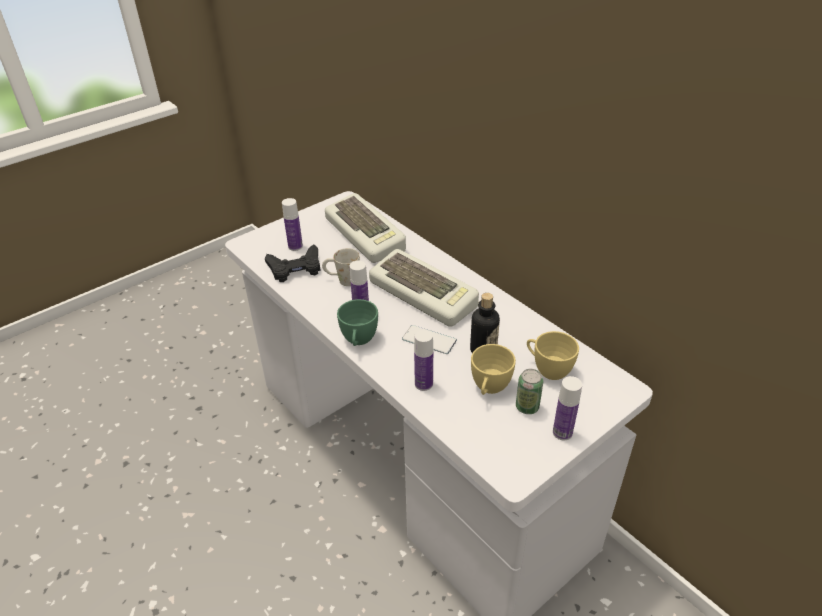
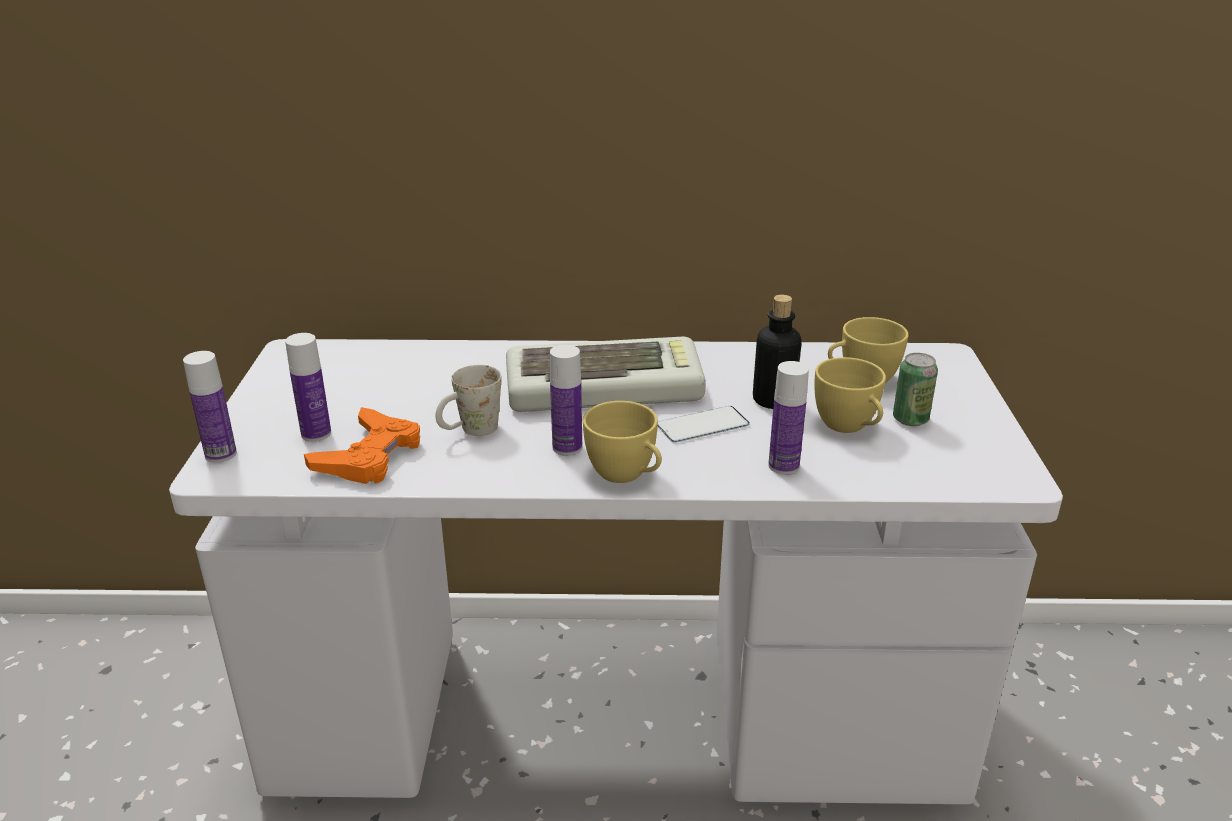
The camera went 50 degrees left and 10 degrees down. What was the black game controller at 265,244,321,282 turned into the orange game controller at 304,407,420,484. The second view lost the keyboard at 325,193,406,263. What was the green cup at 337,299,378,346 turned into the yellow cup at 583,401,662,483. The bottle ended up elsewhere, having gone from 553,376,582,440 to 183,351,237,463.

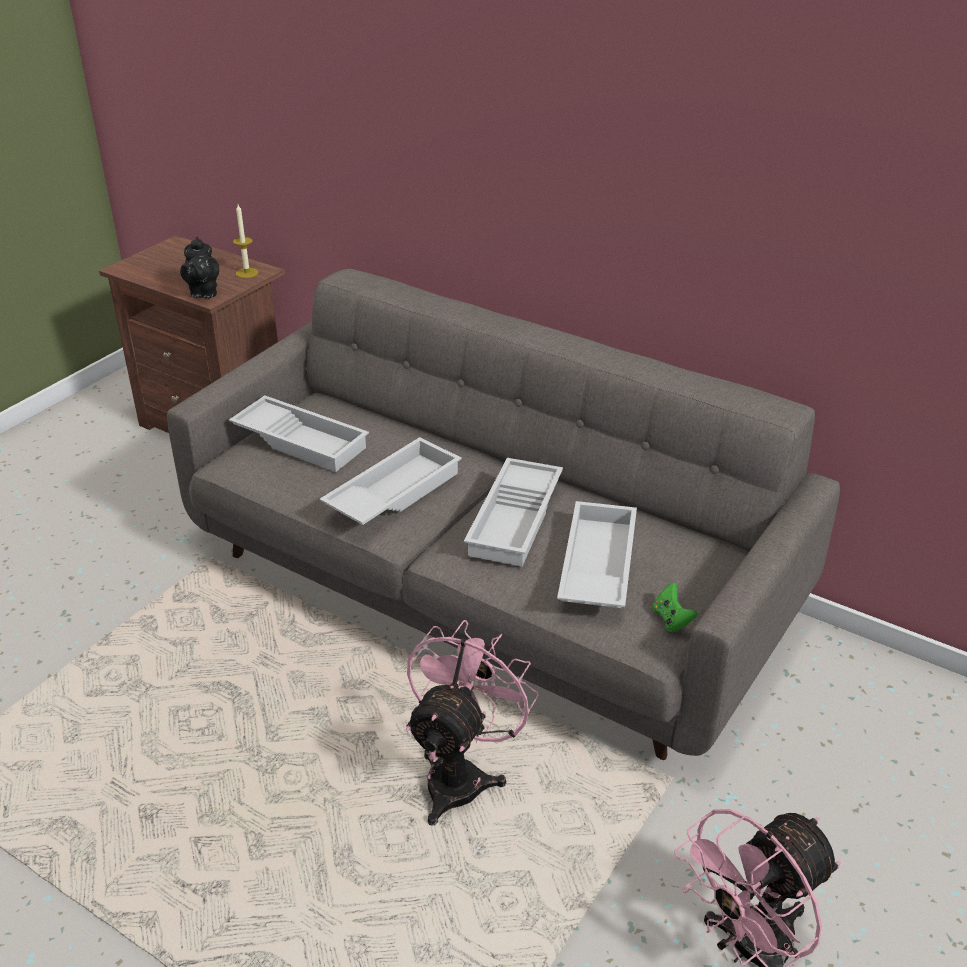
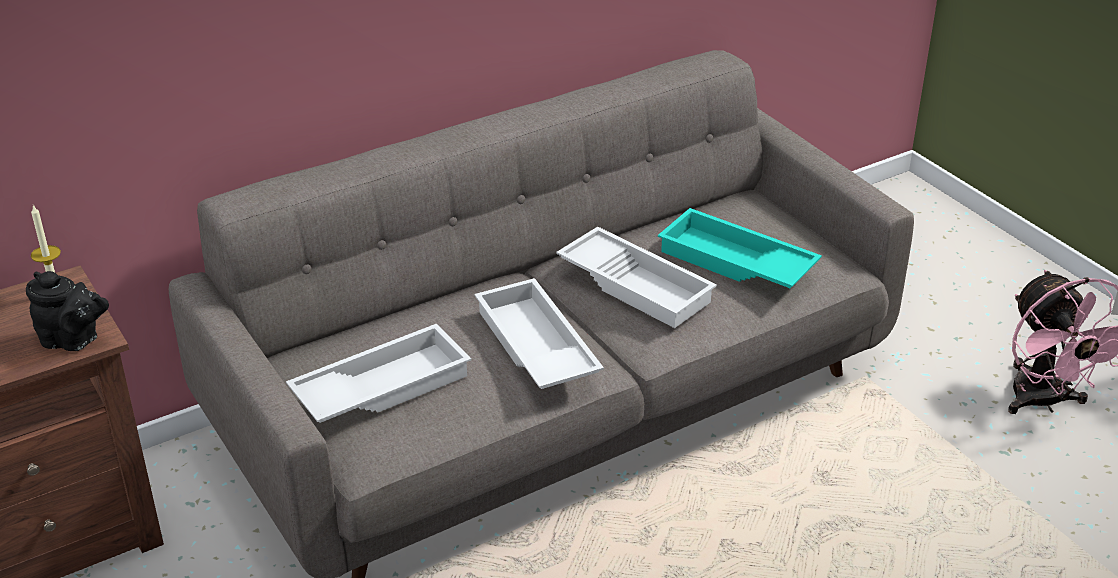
The camera went 65 degrees left and 0 degrees up. The second view lost the pink fan at 406,620,539,825. What was the white tray at 557,501,637,608 turned into the turquoise tray at 658,208,822,288. The second view lost the green game controller at 653,583,697,632.

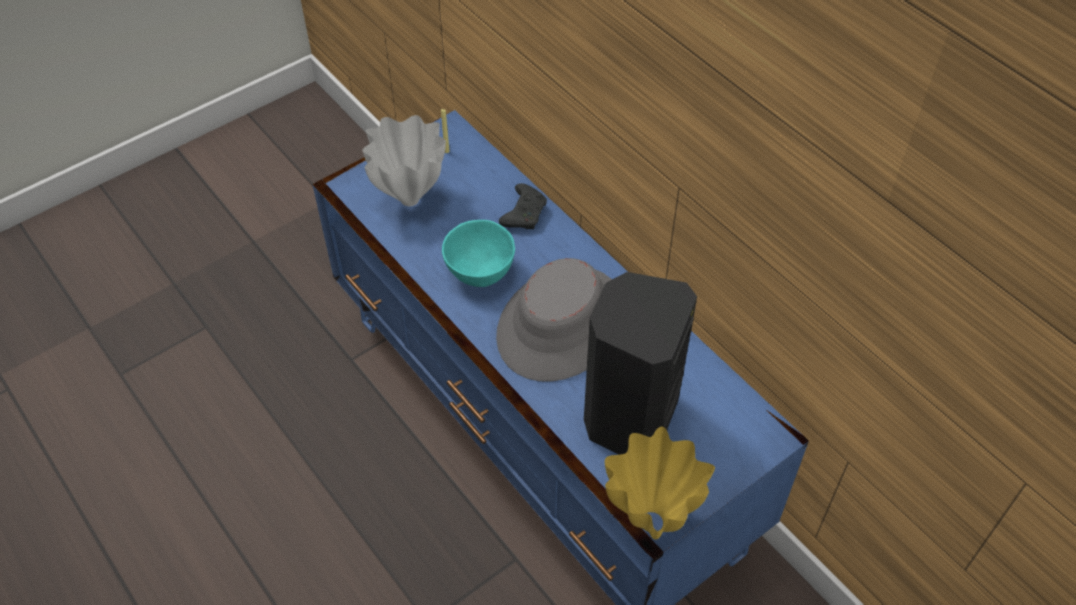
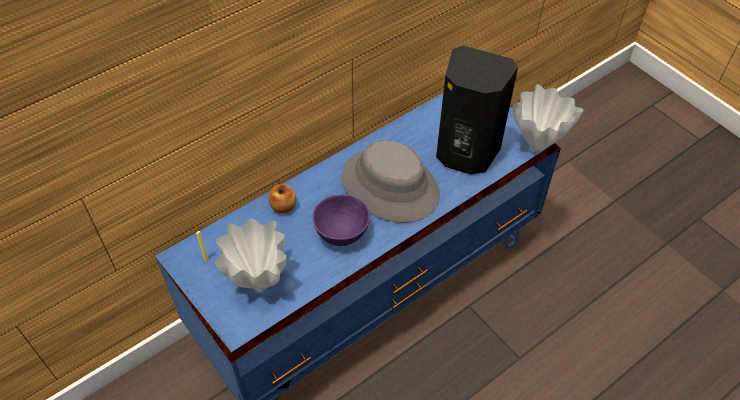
The camera went 90 degrees left and 0 degrees up. What was the turquoise bowl at 442,220,515,287 turned into the purple bowl at 312,195,370,246. Where the black game controller stood at 499,183,547,229, the apple came to stand at 269,184,296,214. What was the yellow vase at 605,426,715,540 turned into the white vase at 513,84,584,152.

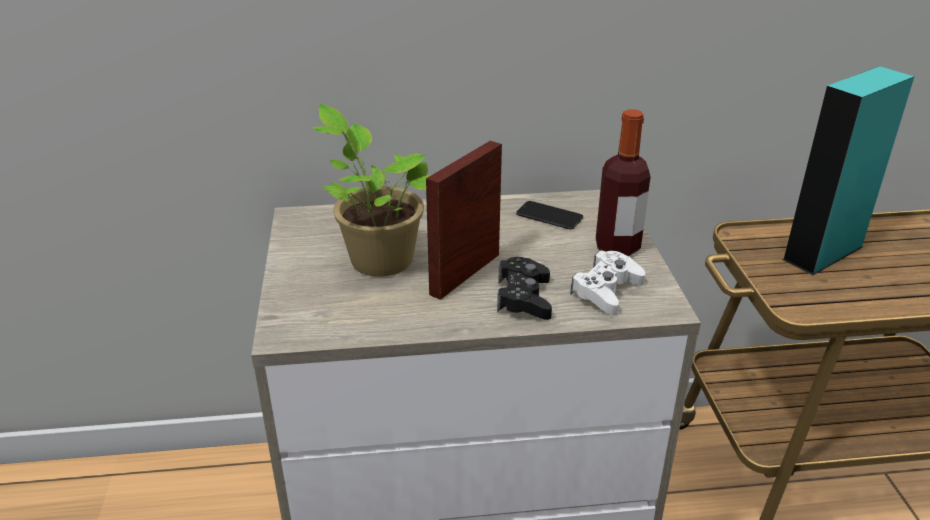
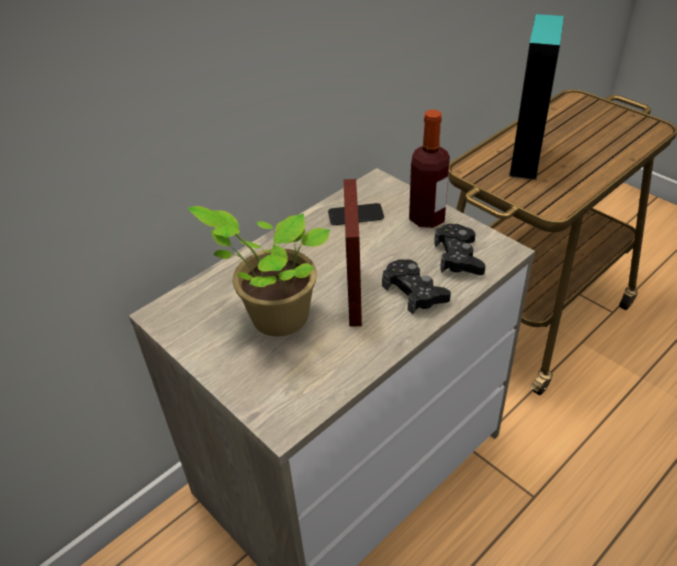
The camera went 35 degrees left and 10 degrees up. What was the white game controller at 570,250,645,316 turned into the black game controller at 434,224,485,275.

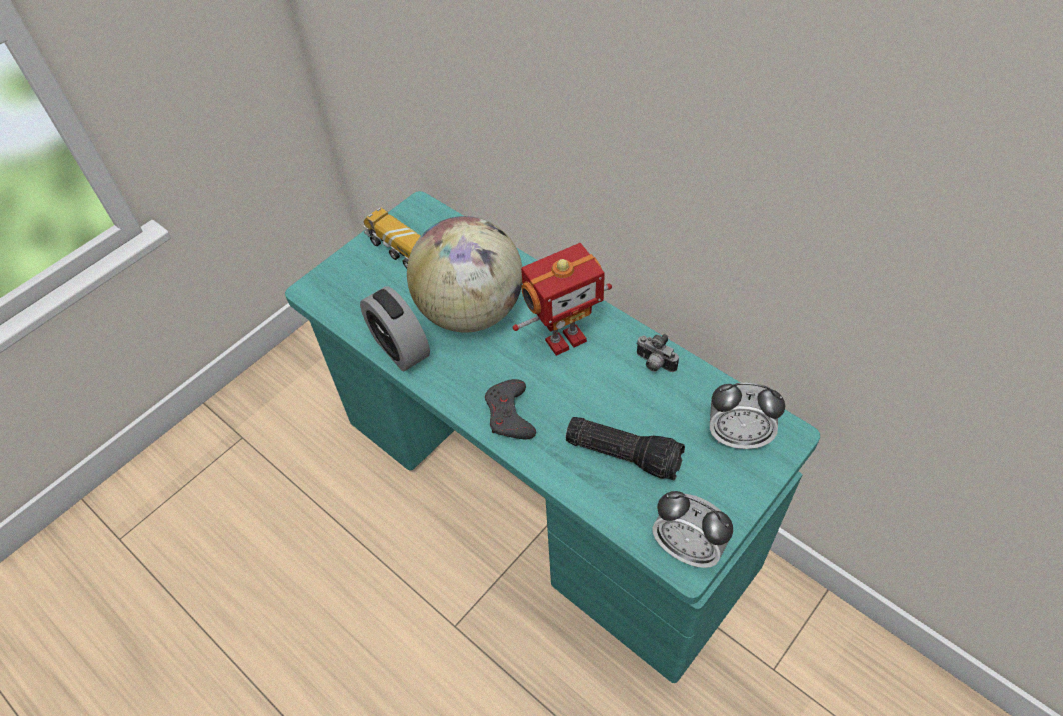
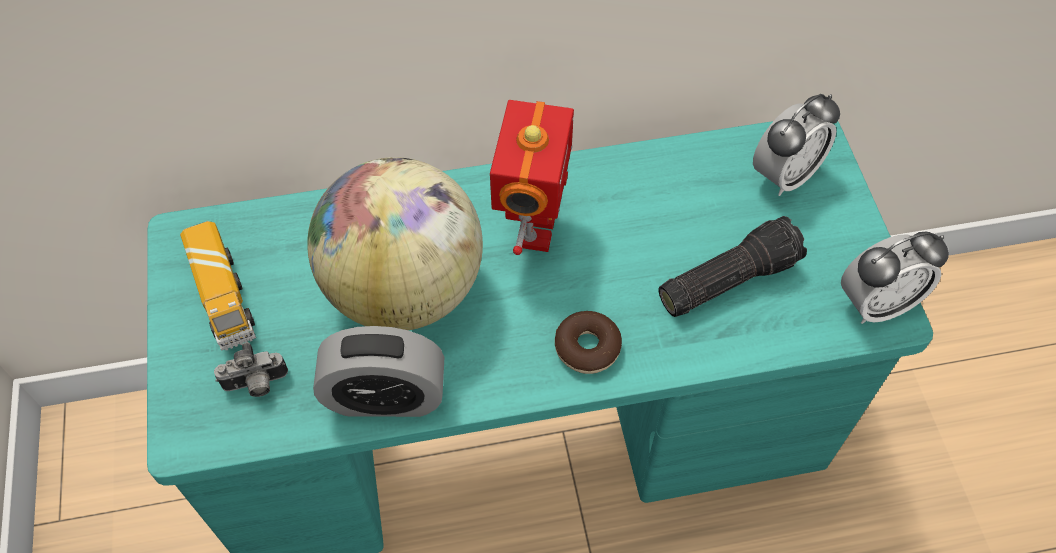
The camera went 55 degrees left and 5 degrees up. The toy truck at 363,207,421,268 ended up facing another way, 105 degrees counterclockwise from before. Where the grey game controller stood at 485,379,536,439, the donut came to stand at 555,311,622,374. The photo camera ended up elsewhere, having gone from 636,334,679,372 to 214,342,288,397.

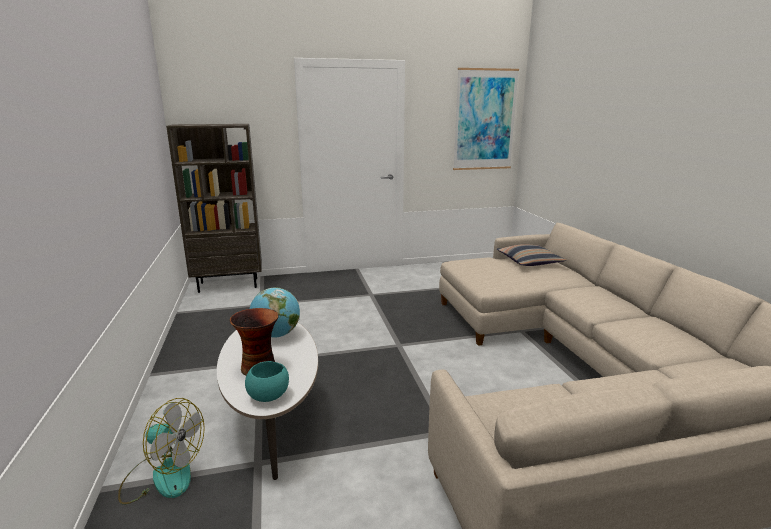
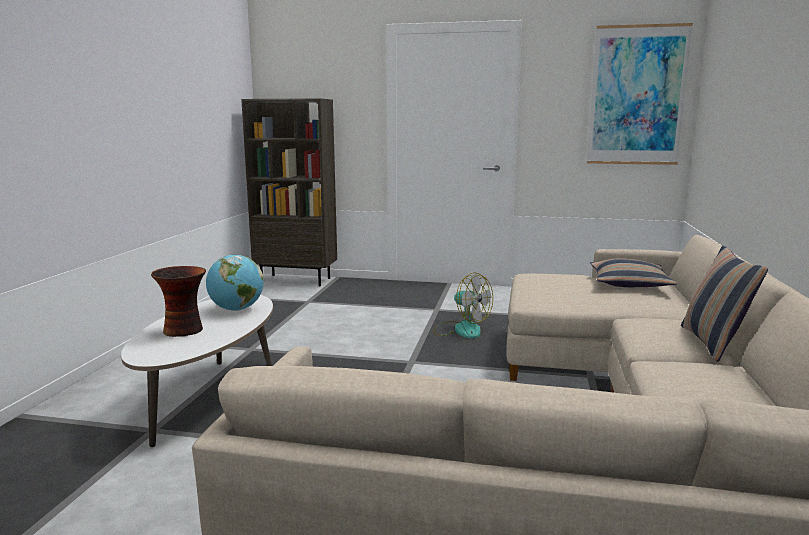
The camera went 25 degrees right and 5 degrees down. The fan ended up elsewhere, having gone from 118,398,205,504 to 433,272,493,339. The second view lost the turquoise bowl at 245,361,289,402. The second view gained the pillow at 681,246,768,362.

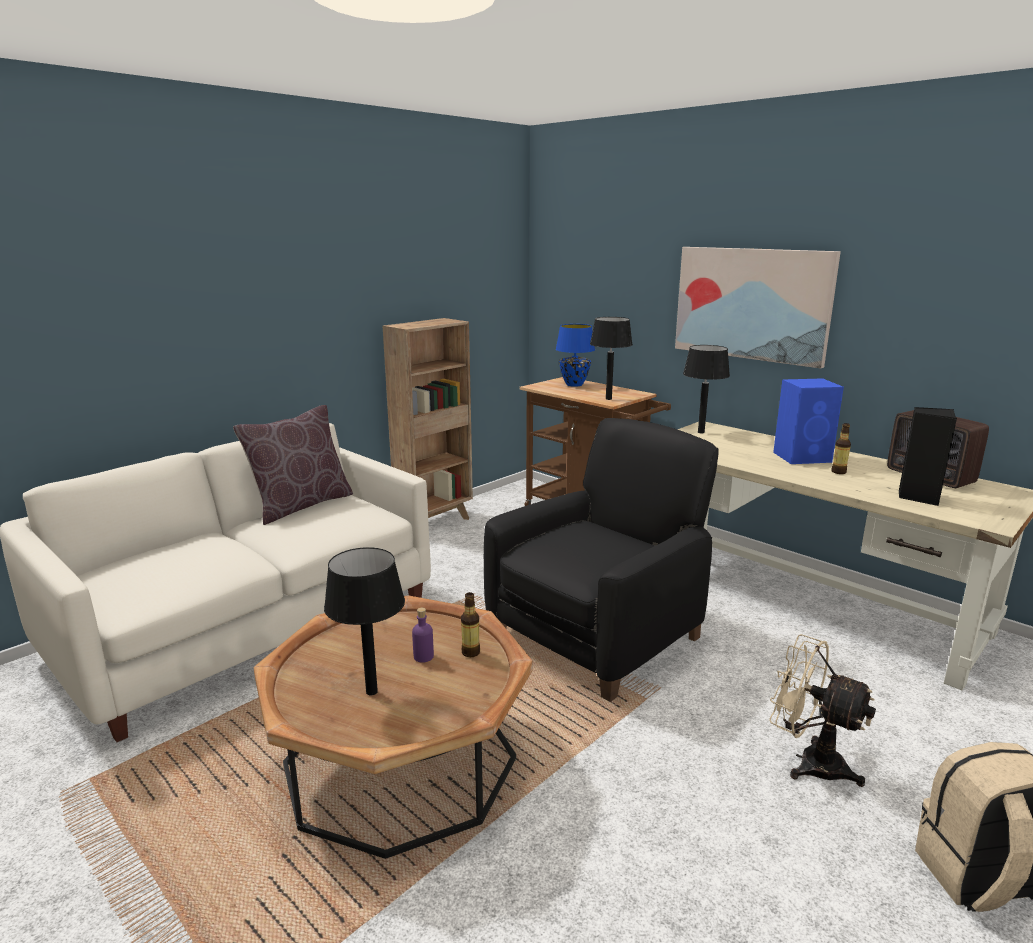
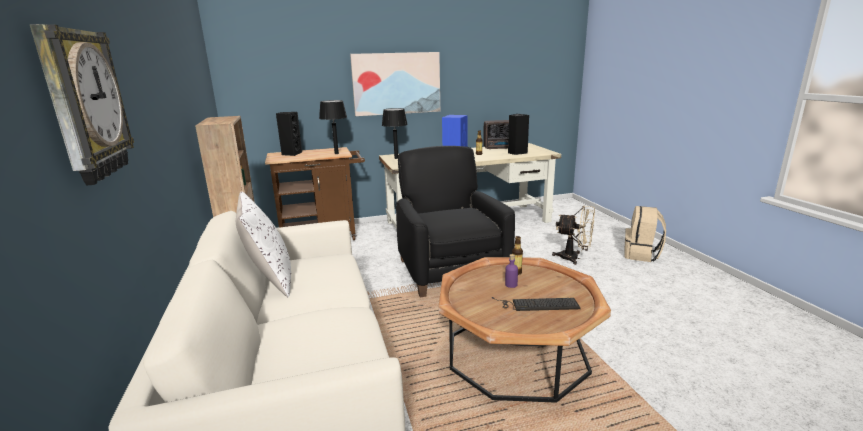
The camera went 60 degrees left and 0 degrees up. What was the brown pillow at 233,405,353,525 turned into the white pillow at 236,192,291,297. Where the black table lamp stood at 324,547,405,695, the keyboard came to stand at 491,297,581,311. Where the blue table lamp stood at 556,324,595,387, the black speaker came to stand at 276,112,302,156. The beige fan at 769,634,876,787 ended up facing another way, 135 degrees counterclockwise from before. The second view gained the wall clock at 30,24,134,185.

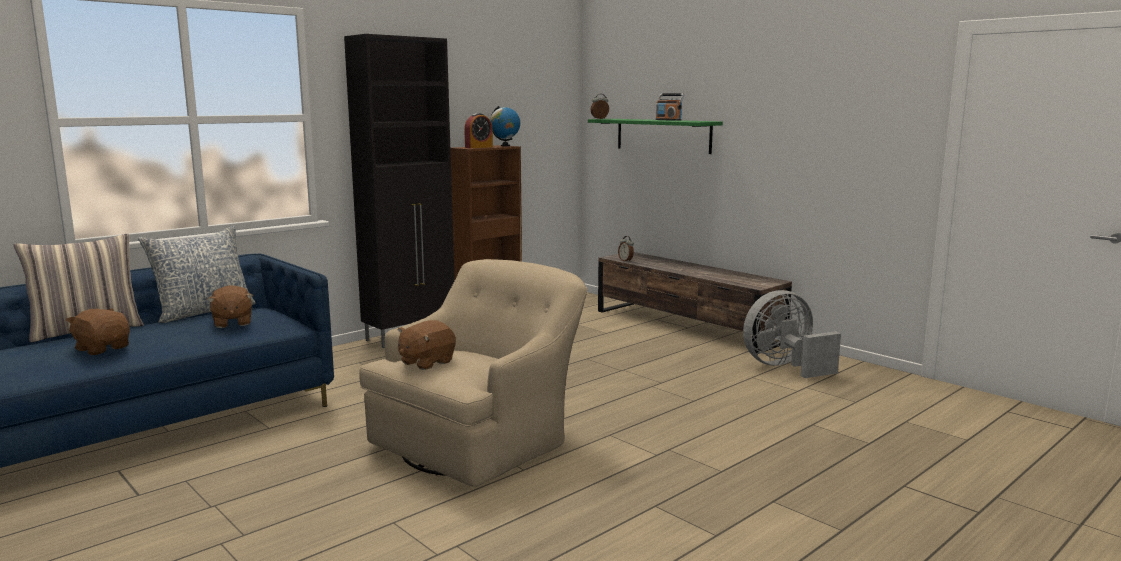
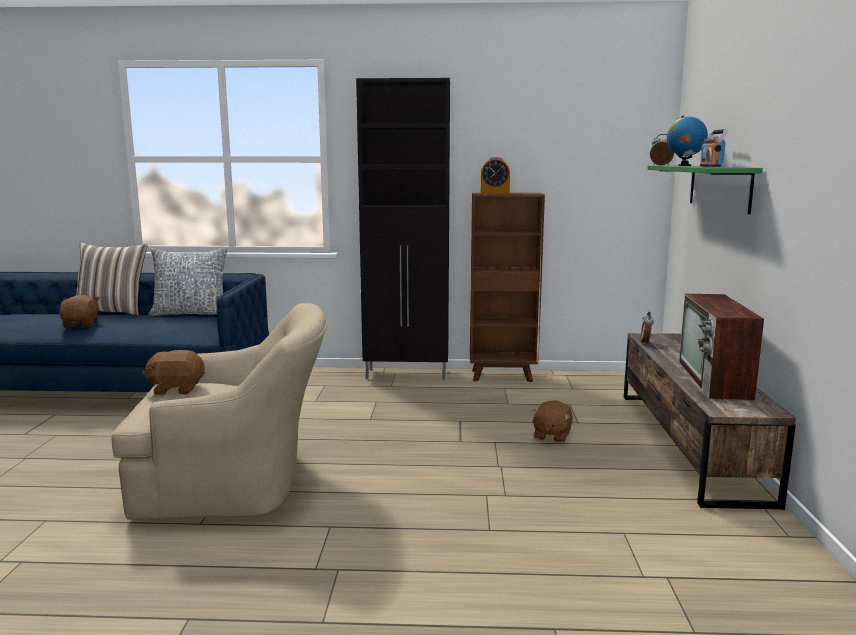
The camera went 45 degrees right and 0 degrees up. The brown plush toy ended up elsewhere, having gone from 207,285,253,328 to 531,400,573,443. The globe ended up elsewhere, having gone from 490,106,520,146 to 667,115,708,166. The second view lost the grey fan at 743,290,841,378. The second view gained the television at 679,294,764,400.

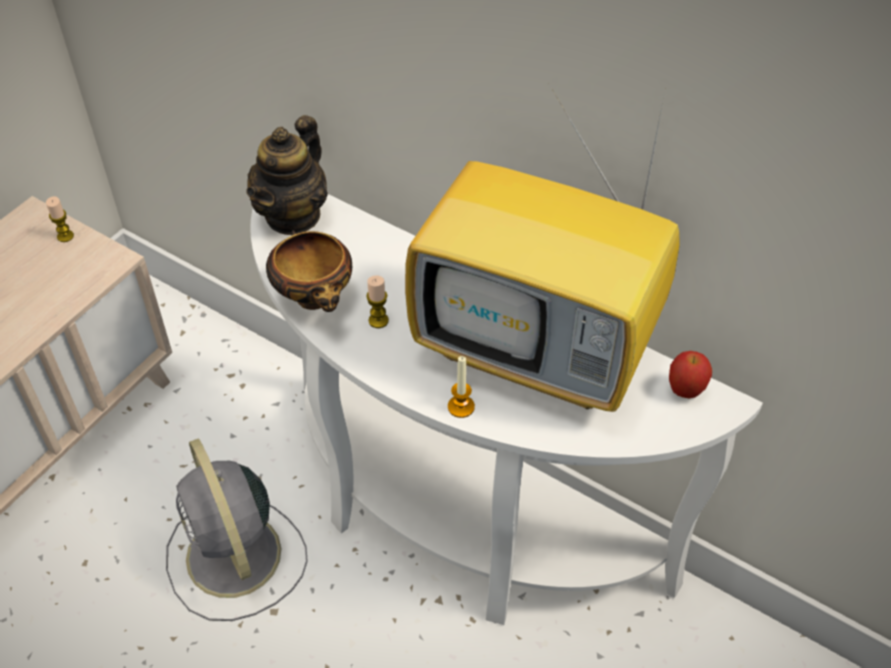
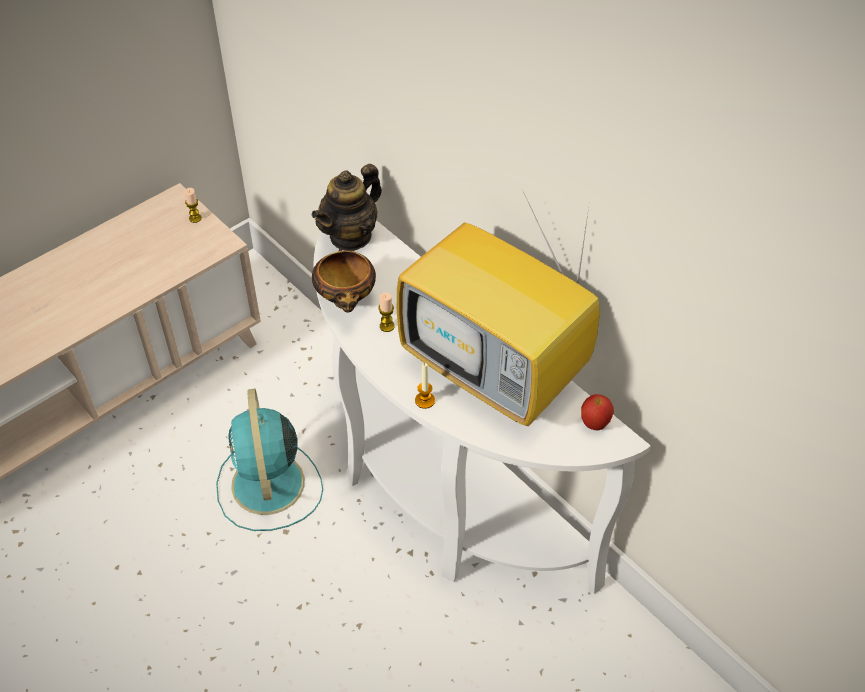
The camera went 15 degrees right and 0 degrees up. What was the grey fan at 166,438,308,621 turned into the turquoise fan at 216,389,323,531.

